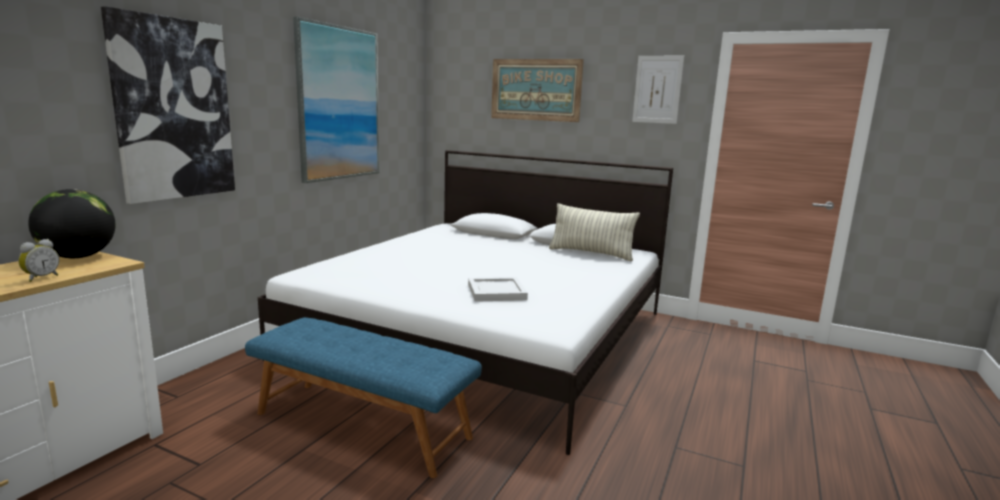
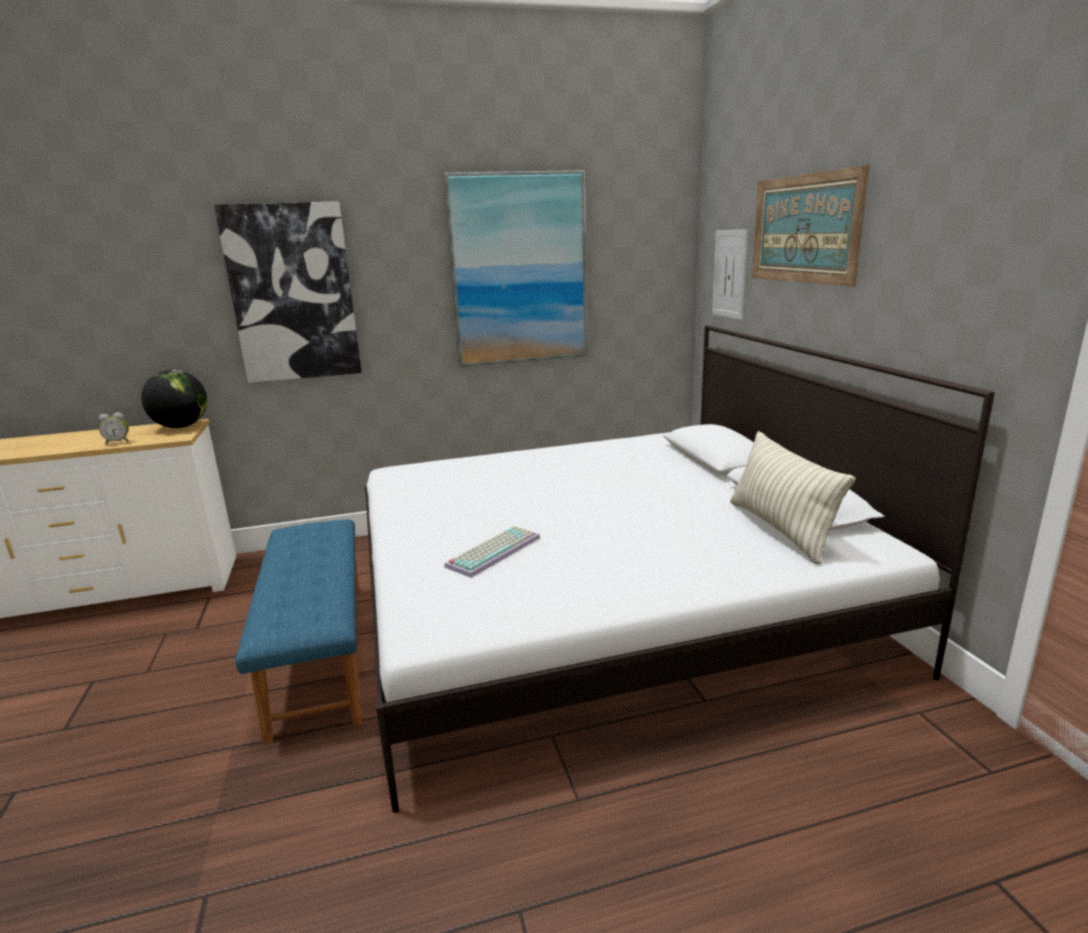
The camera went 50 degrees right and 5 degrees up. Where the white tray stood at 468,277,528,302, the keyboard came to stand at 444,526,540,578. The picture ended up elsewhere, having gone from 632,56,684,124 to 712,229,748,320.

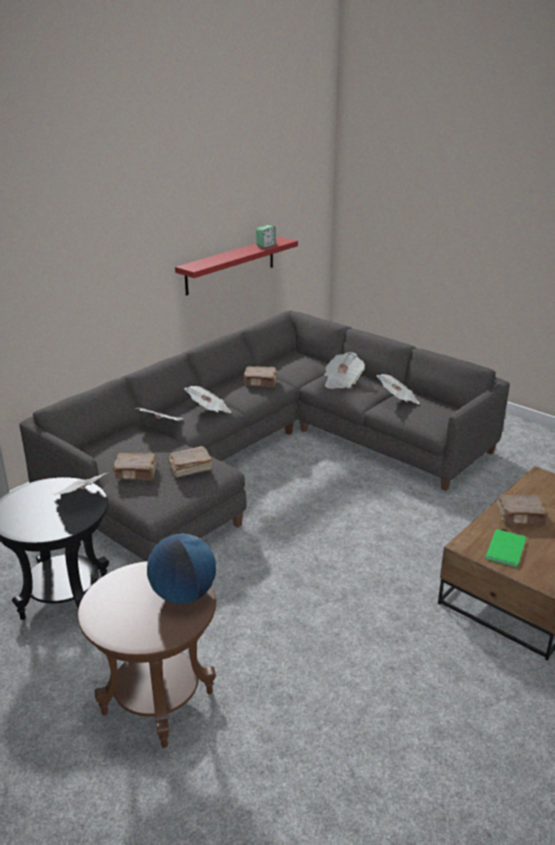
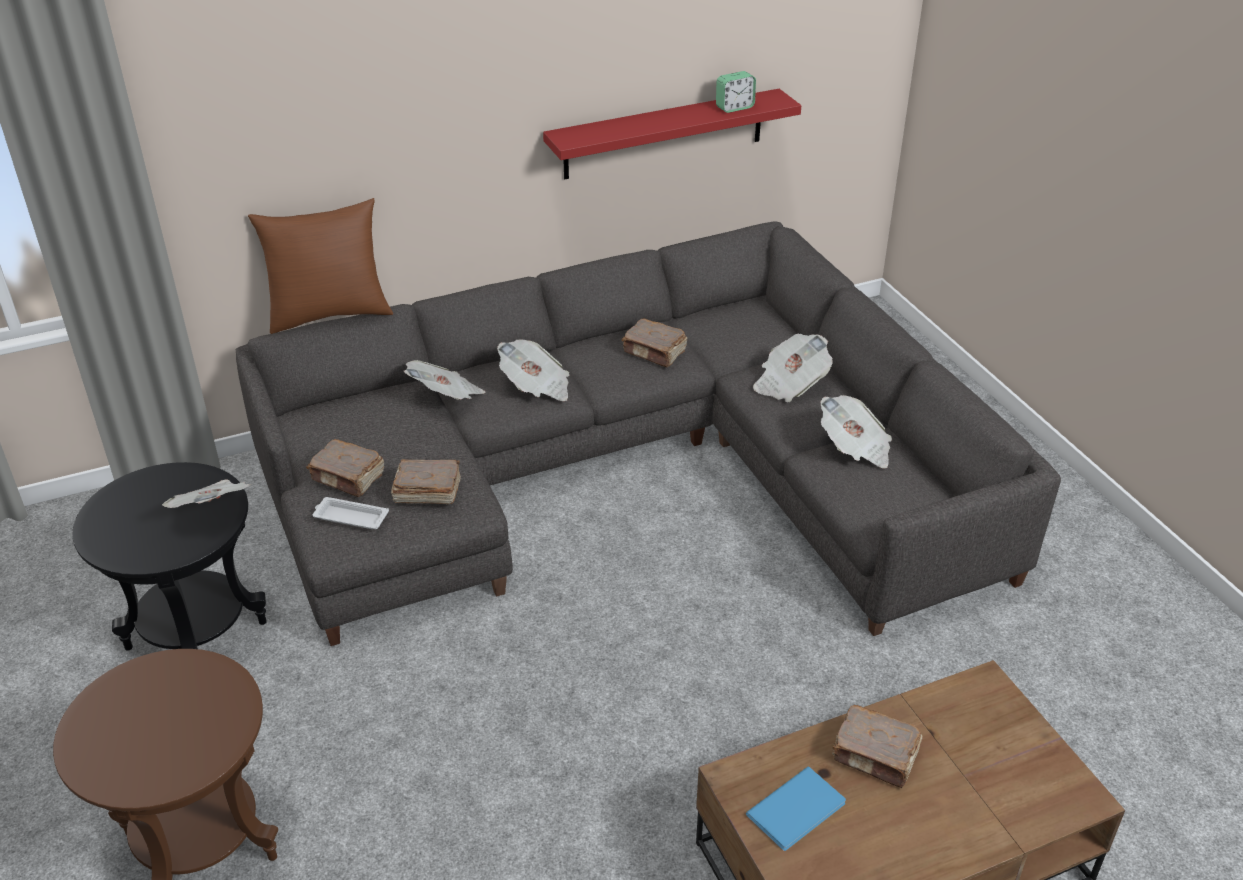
The camera went 25 degrees right and 10 degrees up. The second view lost the globe at 147,534,216,604. What was the green book at 485,529,526,567 turned into the blue book at 746,767,846,851. The second view gained the brown pillow at 248,198,393,334. The second view gained the white tray at 313,497,389,529.

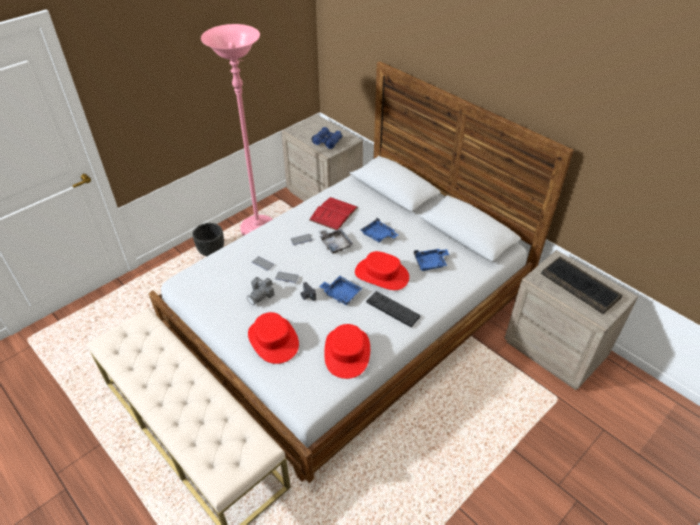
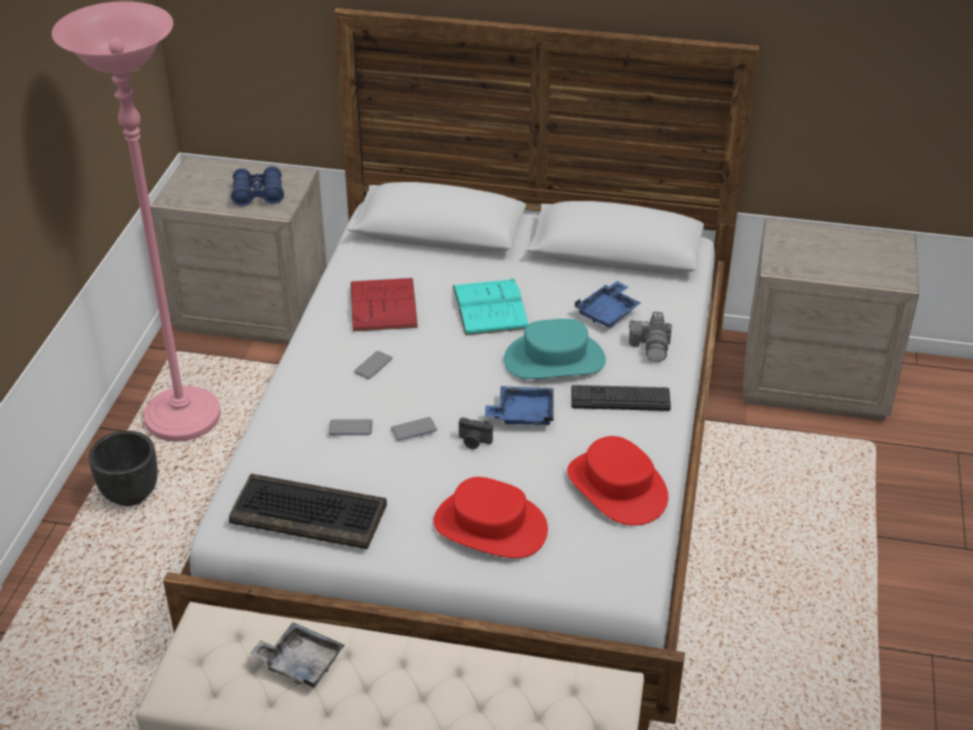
The camera went 35 degrees left and 5 degrees down. The photo camera ended up elsewhere, having gone from 247,277,274,305 to 629,312,673,362. The grey tray ended up elsewhere, having gone from 319,229,353,254 to 250,622,344,688. What was the red hat at 355,251,409,290 turned into the turquoise hat at 504,319,606,379. Where the blue tray stood at 360,218,399,242, the turquoise book came to stand at 453,278,528,336. The keyboard ended up elsewhere, having gone from 541,257,622,314 to 229,474,387,549.

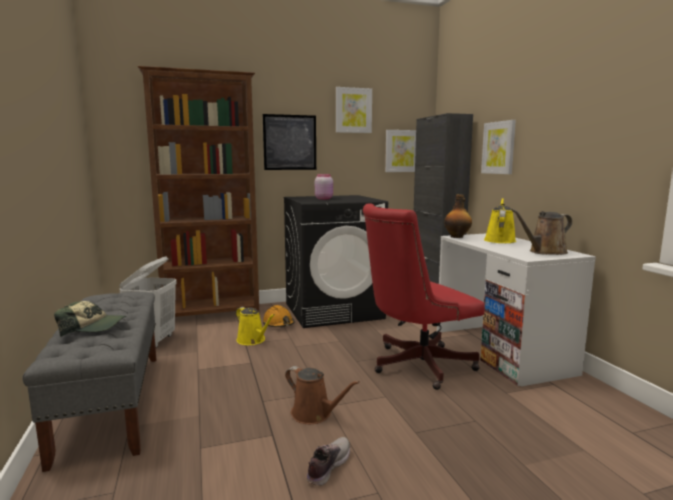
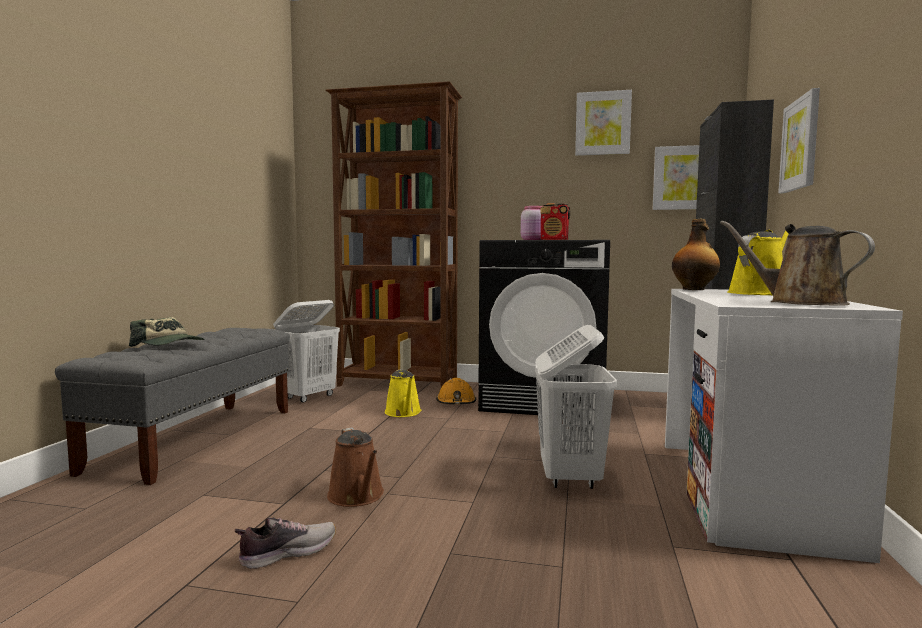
The camera went 30 degrees right and 5 degrees down. The second view lost the picture at 263,114,316,170. Where the red office chair stood at 363,203,485,390, the white laundry basket came to stand at 535,325,617,489. The brown watering can at 511,209,572,255 ended up facing another way, 45 degrees clockwise from before. The second view gained the radio at 540,203,570,240.

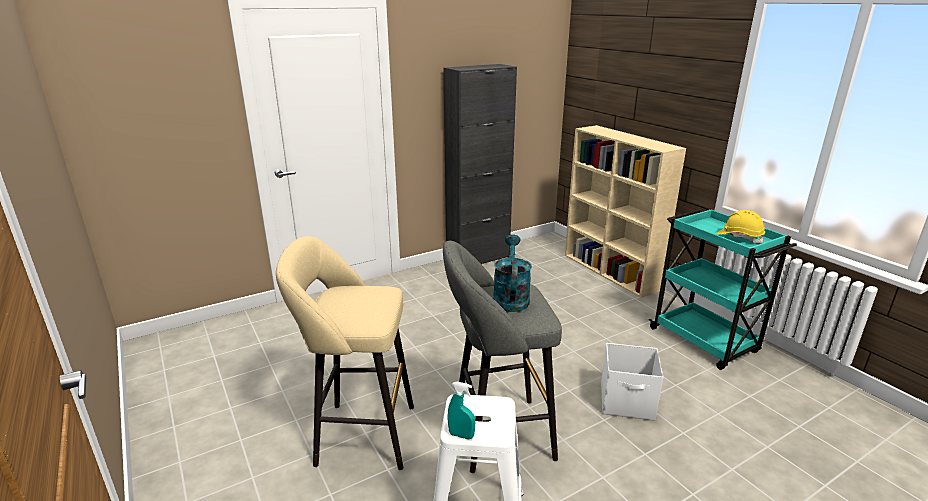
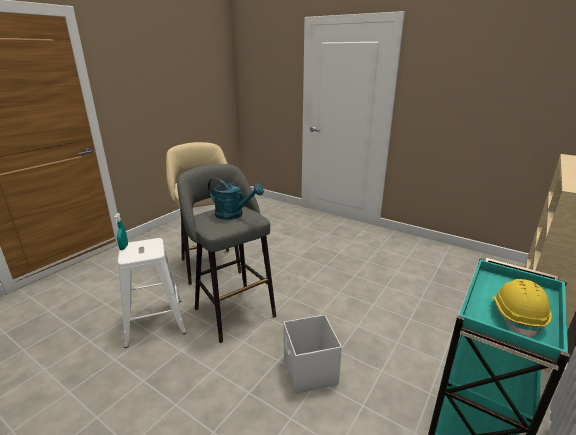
The camera went 65 degrees right and 0 degrees up. The second view lost the black cabinet at 443,64,517,264. The turquoise watering can at 493,234,532,312 ended up facing another way, 45 degrees clockwise from before.

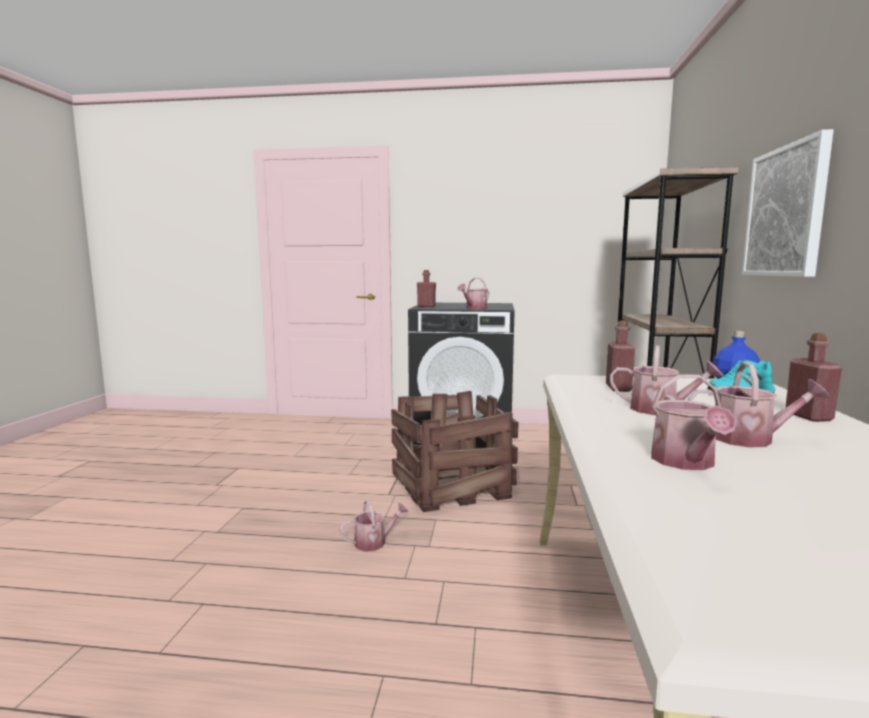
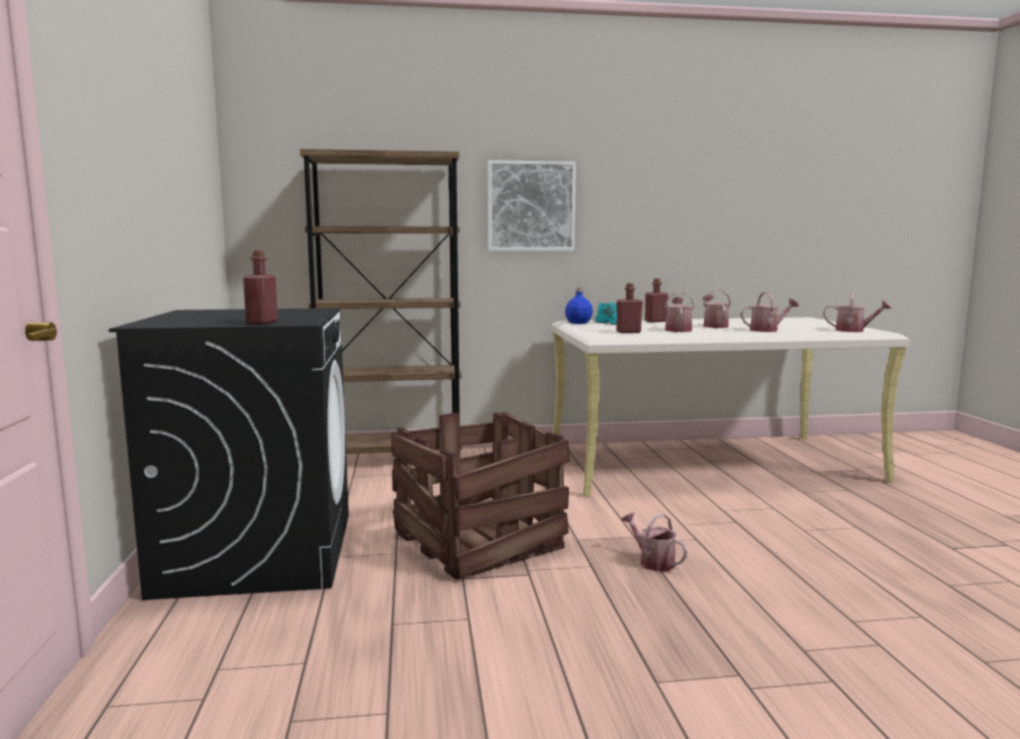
The camera went 105 degrees left and 0 degrees up. The watering can ended up elsewhere, having gone from 457,278,489,309 to 823,292,892,332.

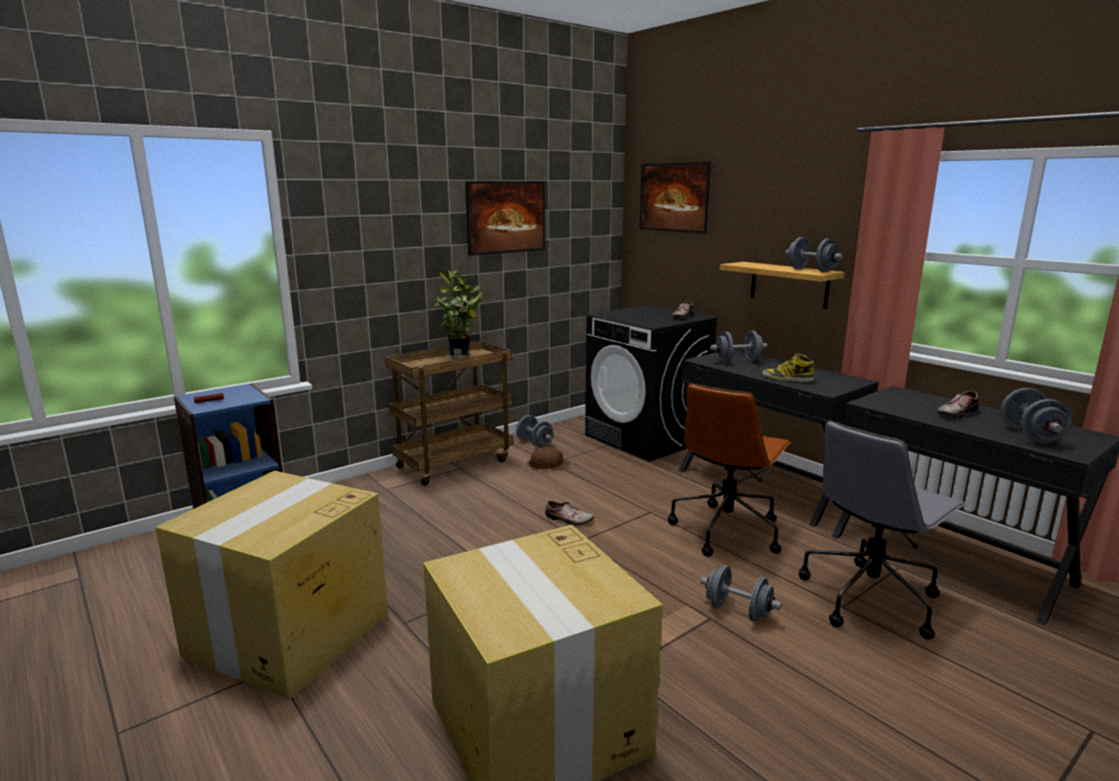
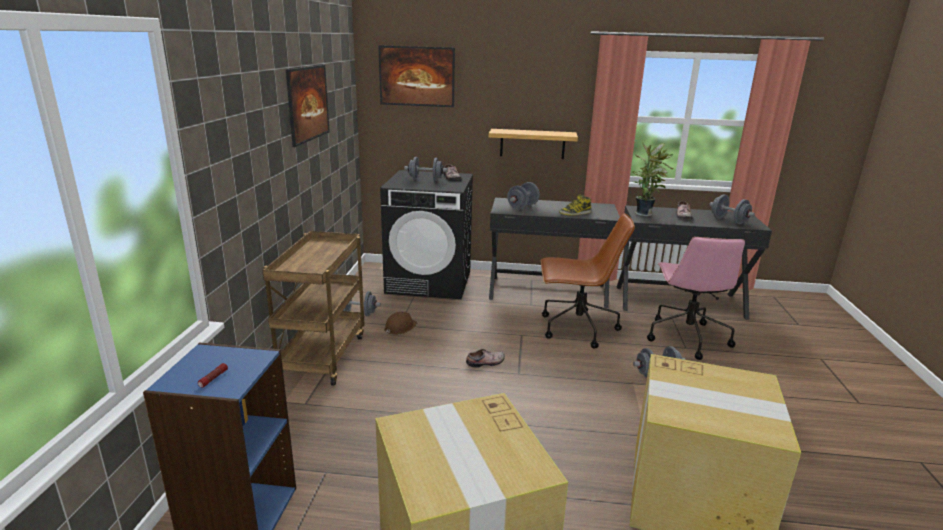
The camera went 45 degrees left and 5 degrees up. The potted plant ended up elsewhere, having gone from 435,269,483,359 to 632,142,674,216. The brown office chair at 668,383,791,557 ended up facing another way, 75 degrees counterclockwise from before. The grey dumbbell ended up elsewhere, having gone from 786,237,843,272 to 404,157,448,181. What was the grey office chair at 799,420,967,639 turned into the pink office chair at 647,237,745,360.

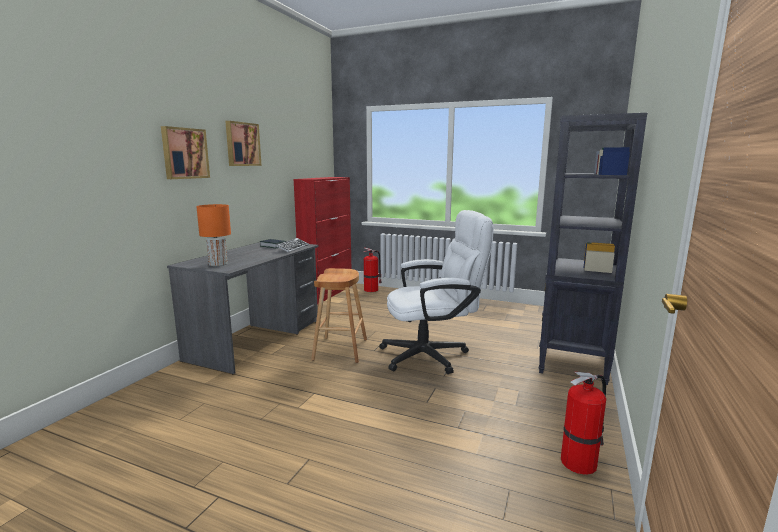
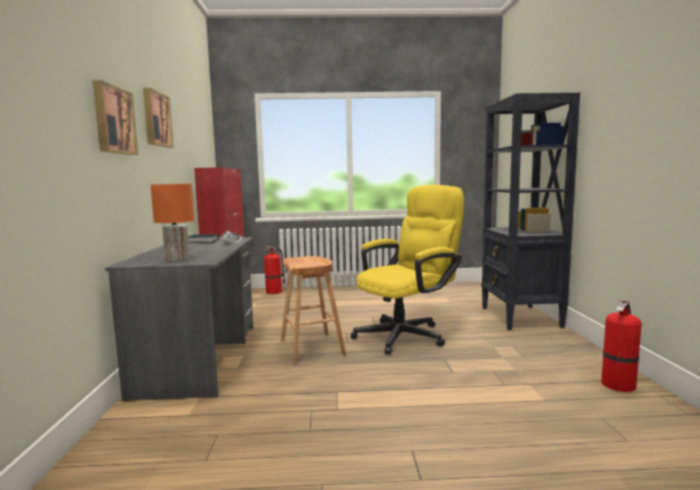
The camera went 25 degrees left and 5 degrees down. What was the white office chair at 379,210,494,374 turned into the yellow office chair at 351,185,464,355.

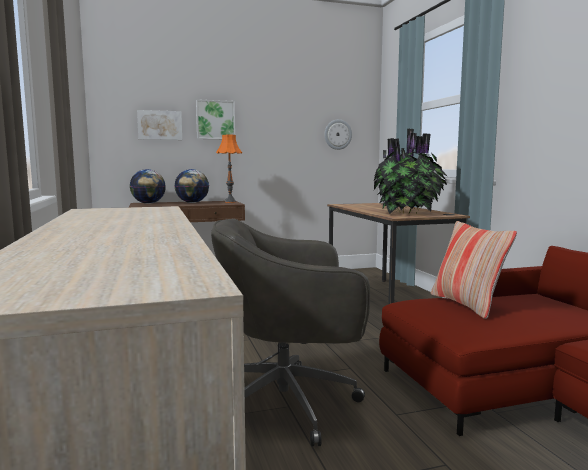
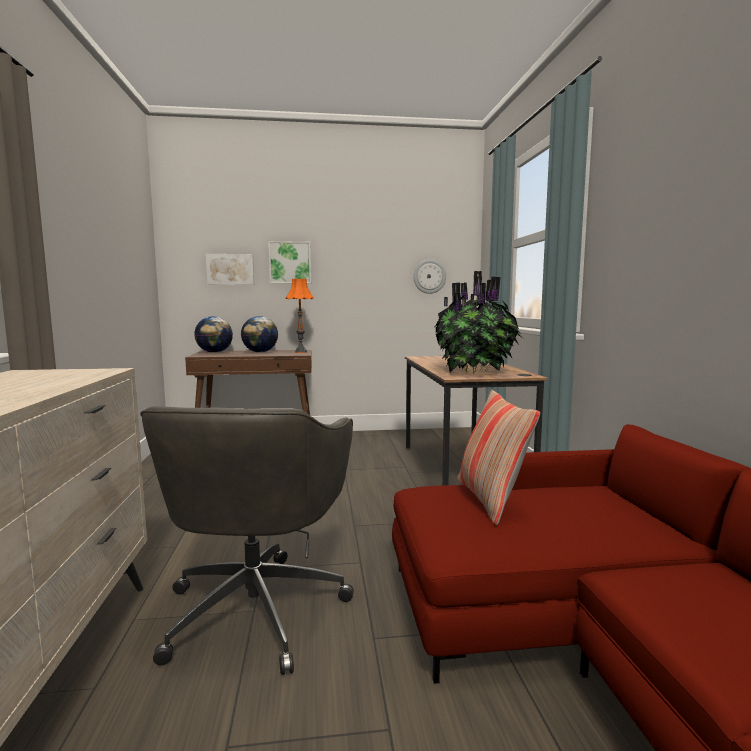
The camera went 10 degrees right and 0 degrees up. The grey office chair at 211,219,370,447 ended up facing another way, 90 degrees counterclockwise from before.

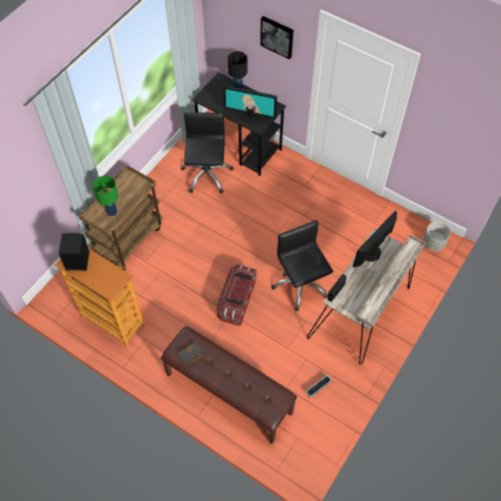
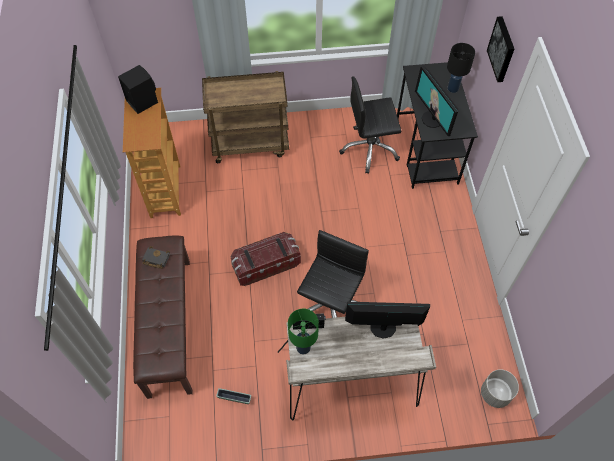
The camera went 50 degrees right and 0 degrees up. The green table lamp ended up elsewhere, having gone from 93,176,118,216 to 288,309,319,354. The black office chair at 181,112,233,194 ended up facing another way, 150 degrees counterclockwise from before.

